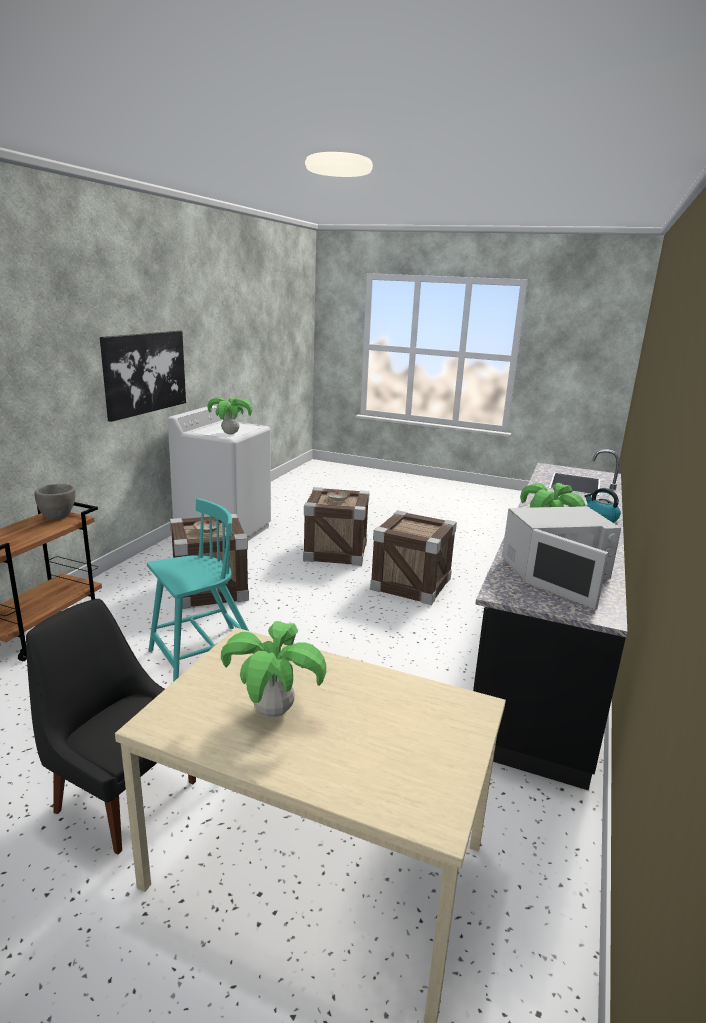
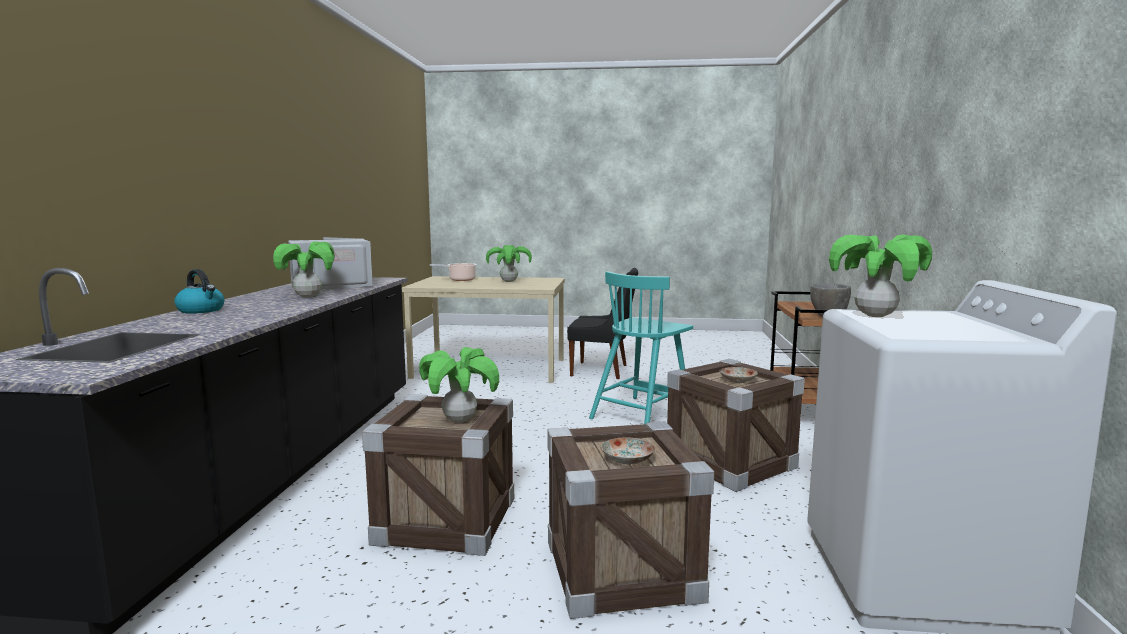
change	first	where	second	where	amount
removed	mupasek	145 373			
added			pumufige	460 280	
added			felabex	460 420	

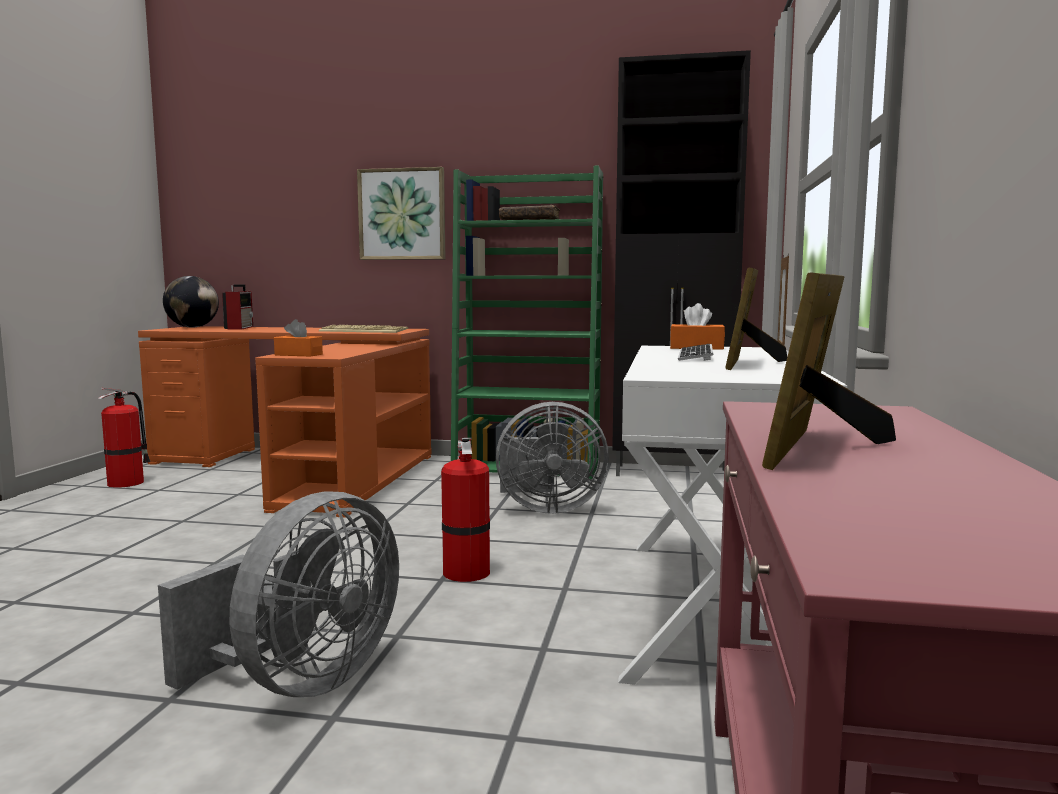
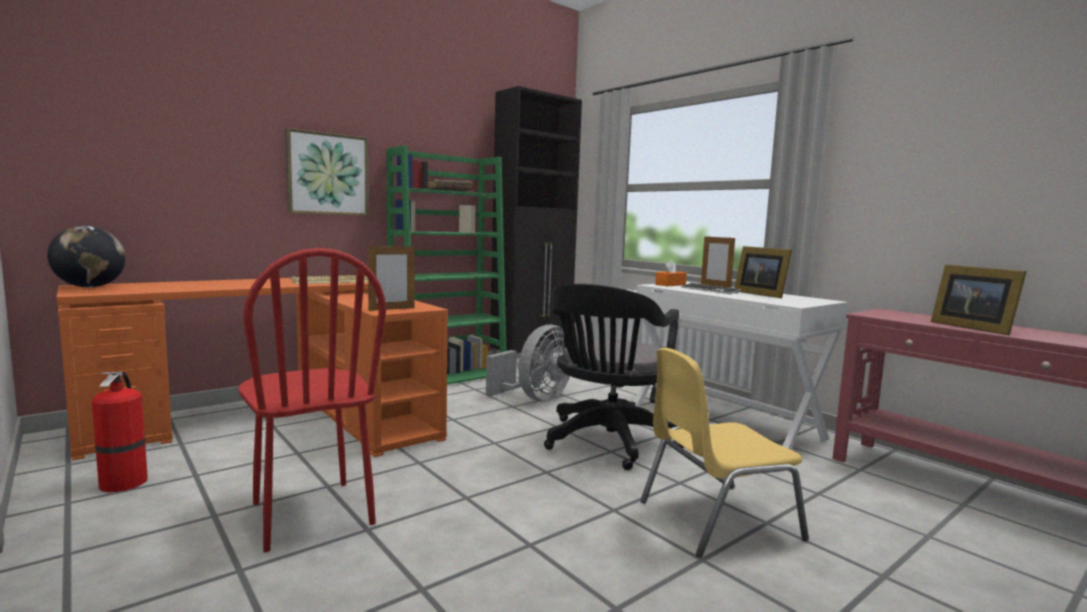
change	first	where	second	where	amount
removed	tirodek	240 328			
replaced	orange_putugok	298 355	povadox	391 309	
replaced	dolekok	466 571	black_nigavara	607 443	
replaced	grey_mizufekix	301 682	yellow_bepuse	715 519	
added			red_bepuse	311 514	

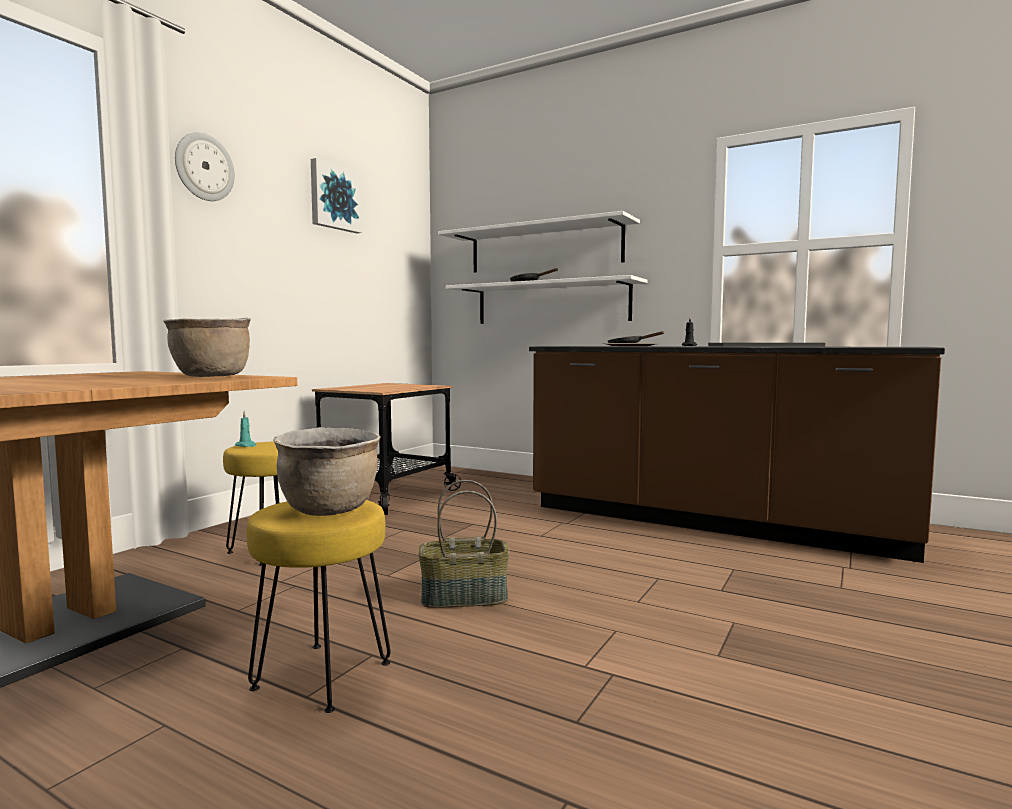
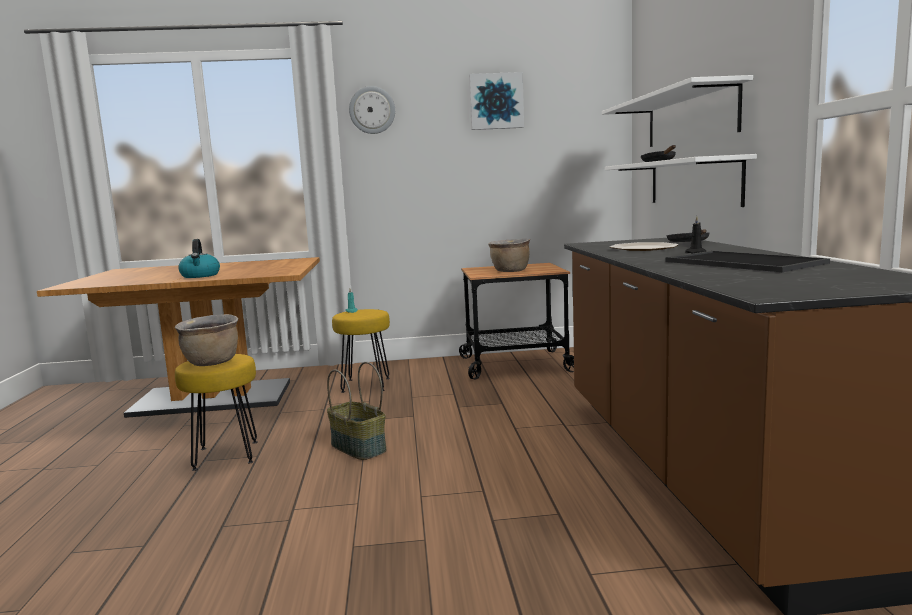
change	first	where	second	where	amount
moved	brown_pumufige	211 377		510 271	
added			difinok	200 276	

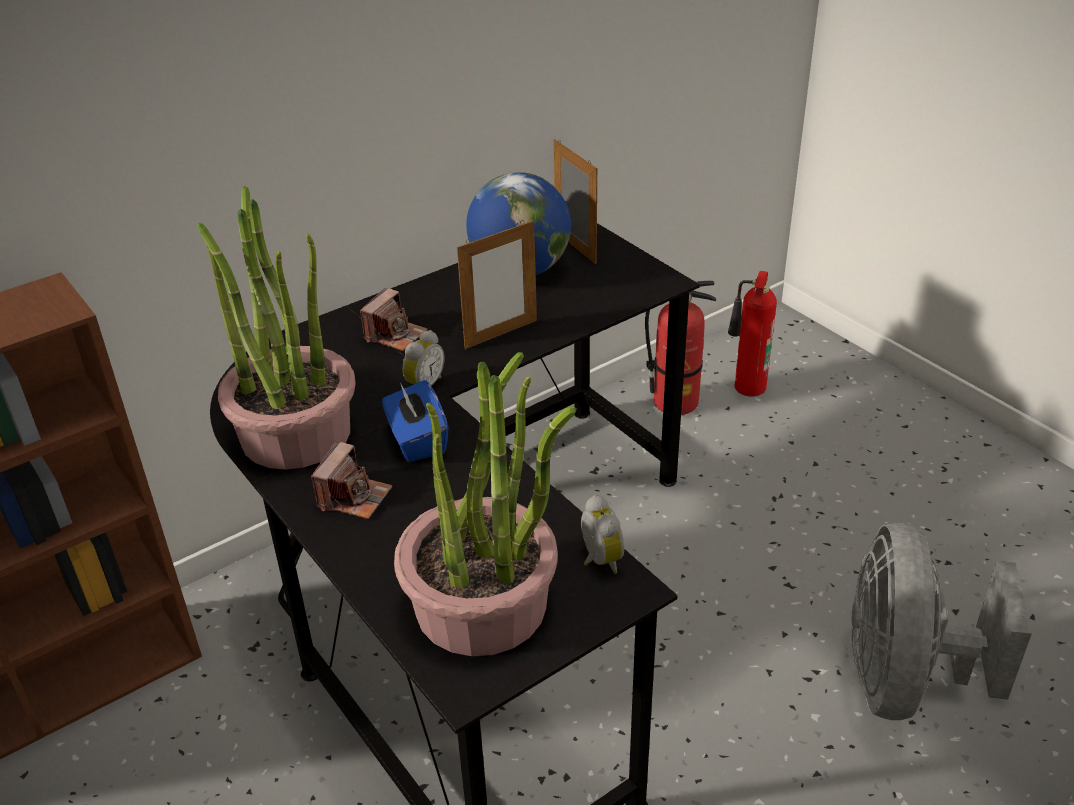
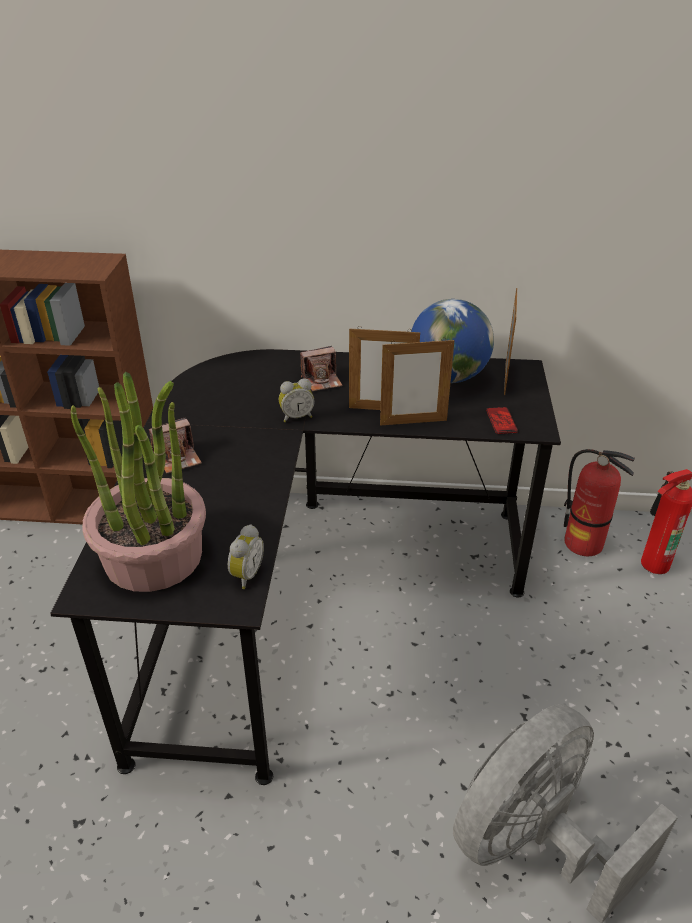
change	first	where	second	where	amount
removed	felabex	295 432			
removed	blue_putugok	417 440			
added			povadox	413 422	
added			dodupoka	501 421	

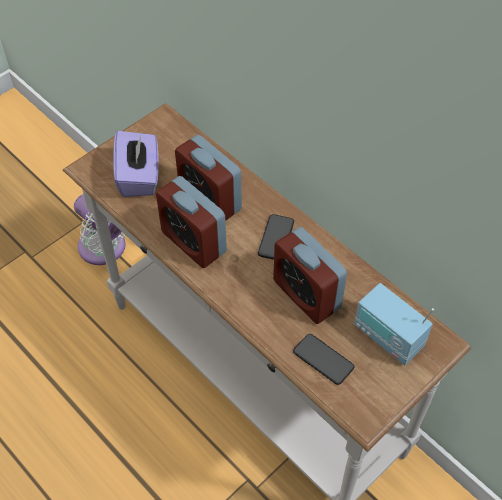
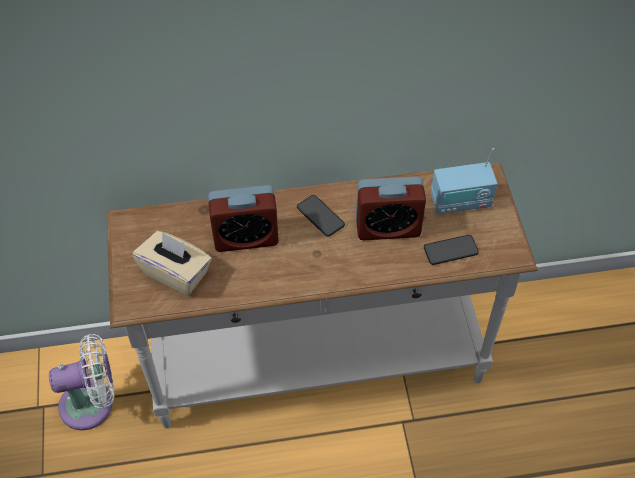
change	first	where	second	where	amount
recoloured	purple_putugok	139 177	beige_putugok	176 273	
removed	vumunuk	193 242			

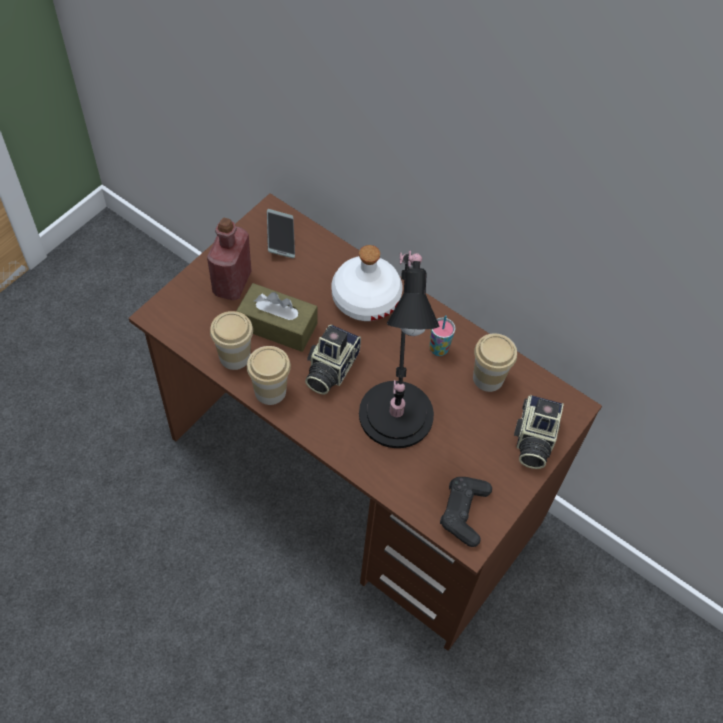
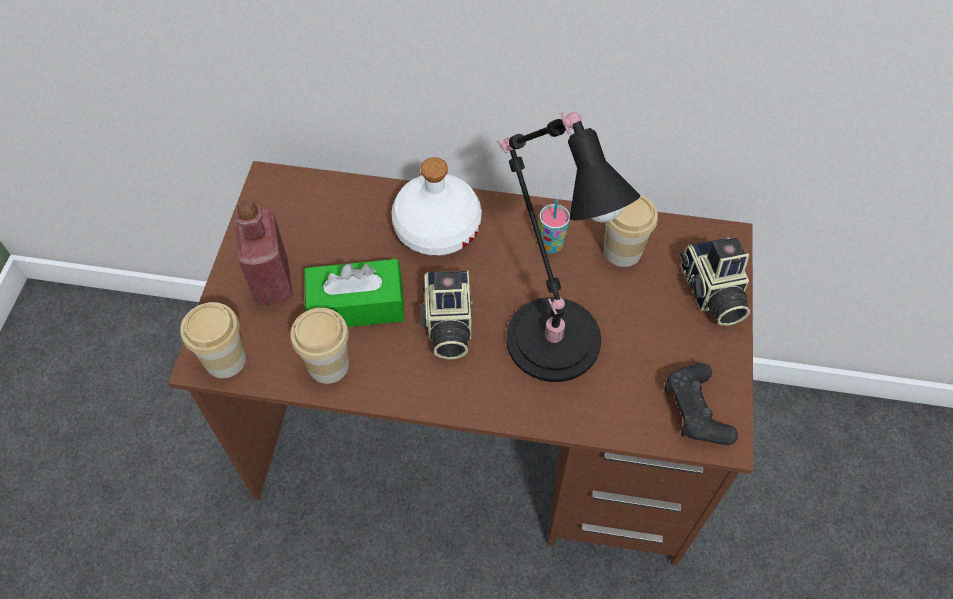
change	first	where	second	where	amount
removed	dodupoka	281 237			
recoloured	brown_putugok	277 326	green_putugok	357 305	
moved	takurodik	270 391		225 360	

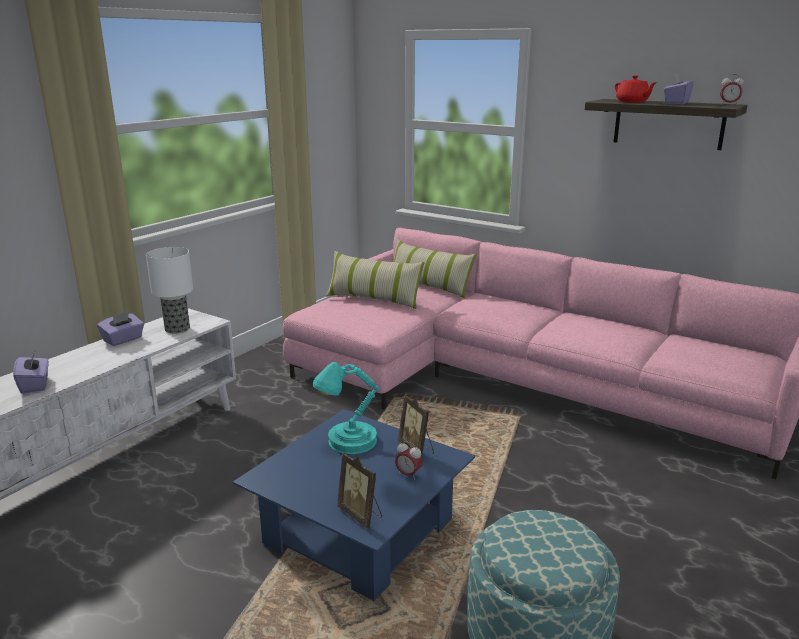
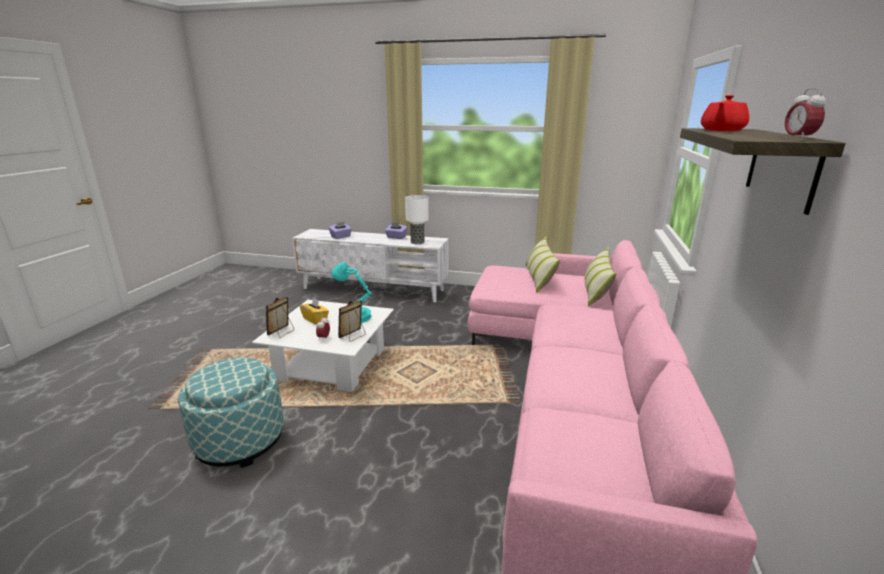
change	first	where	second	where	amount
removed	purple_putugok	676 103			
recoloured	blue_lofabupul	359 532	white_lofabupul	332 364	
added			yellow_putugok	315 319	

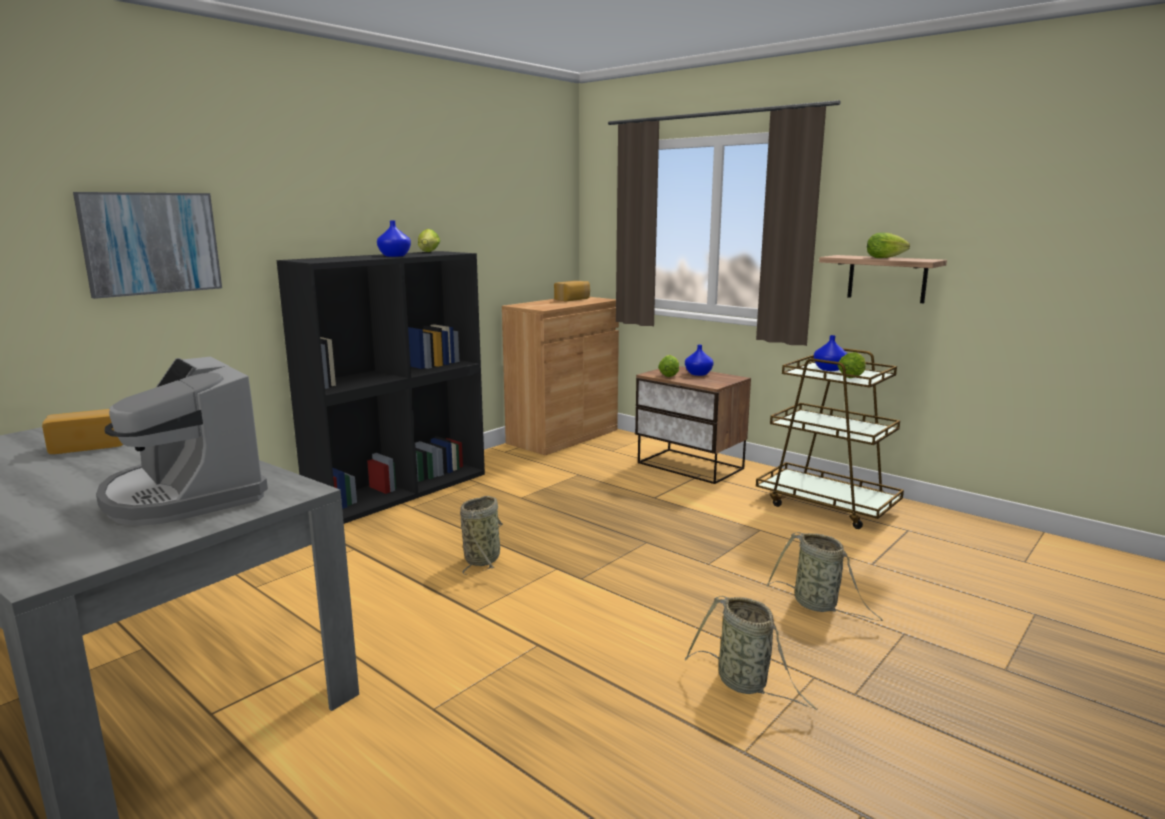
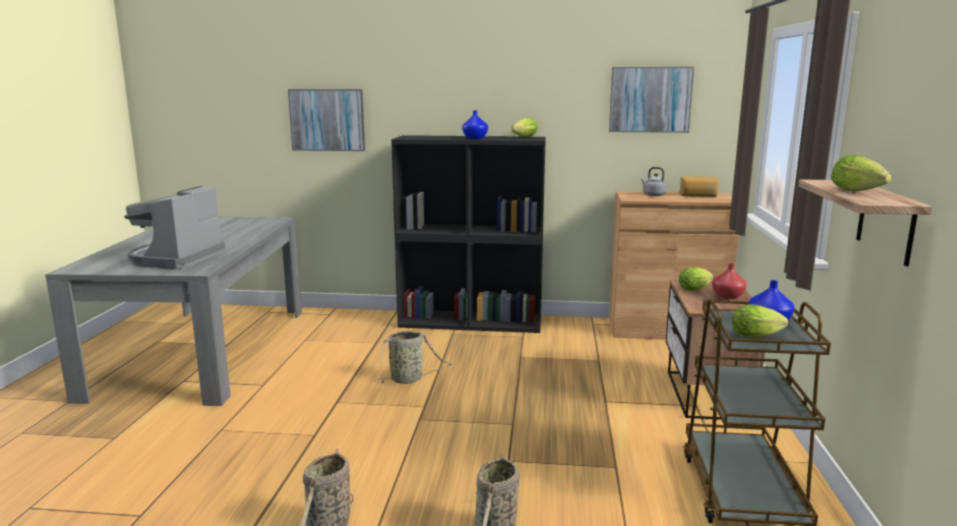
change	first	where	second	where	amount
recoloured	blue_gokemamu	698 374	red_gokemamu	727 296	
removed	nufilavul	89 445			
added			mupasek	650 99	
added			grey_difinok	653 195	

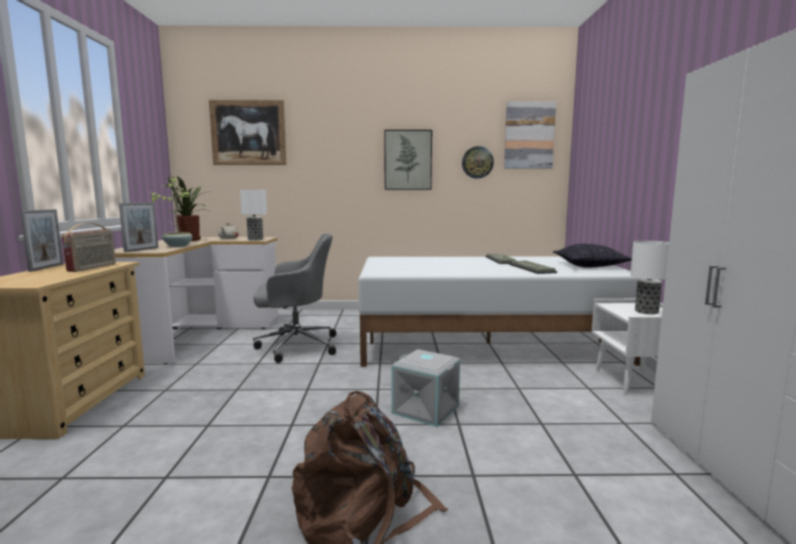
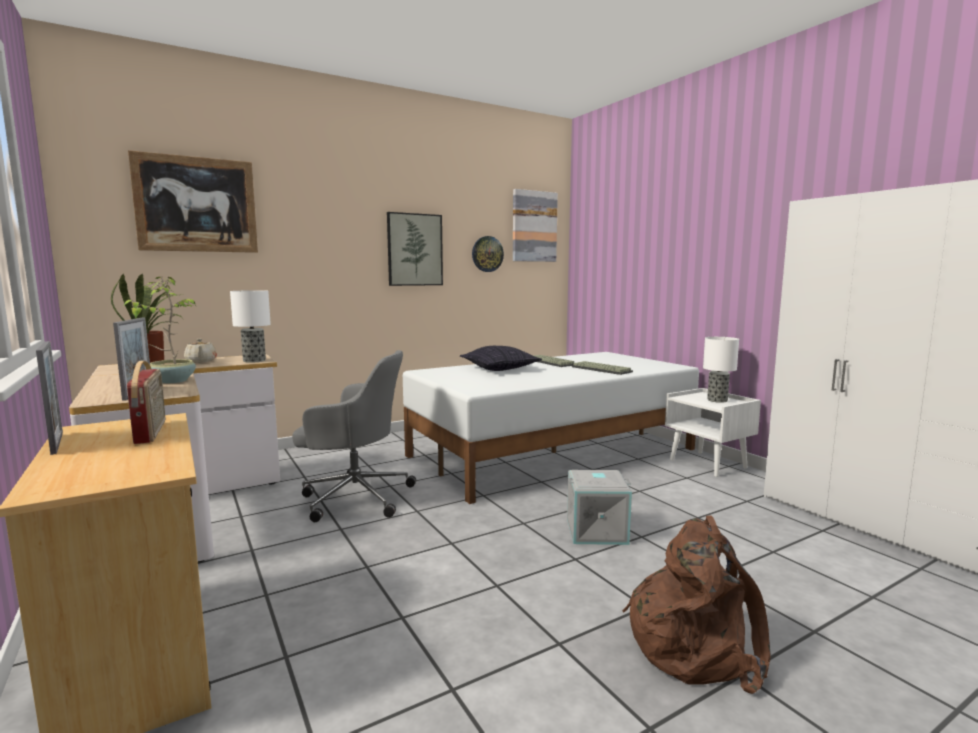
change	first	where	second	where	amount
turned	grey_nigavara	295 346		354 497	45 degrees clockwise
moved	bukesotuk	590 266		500 369	

